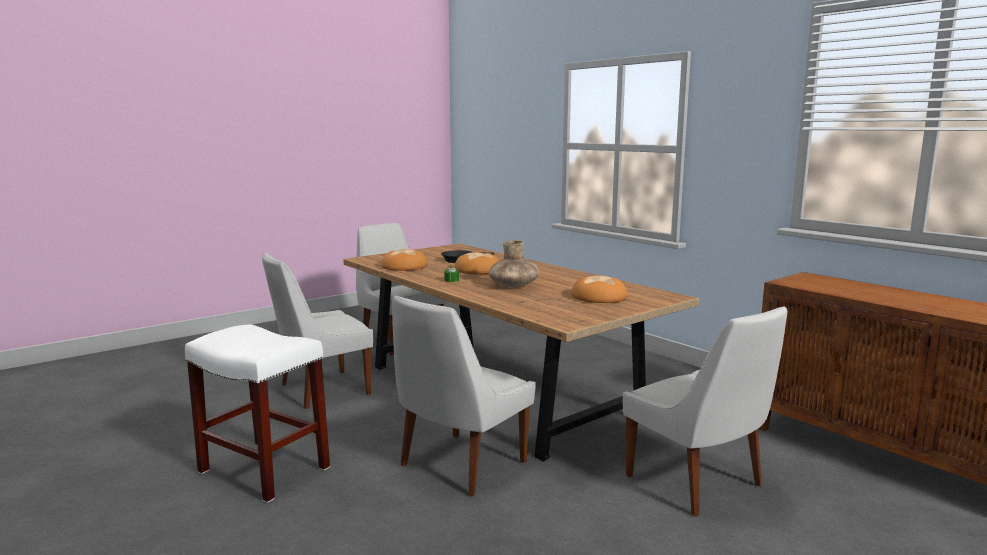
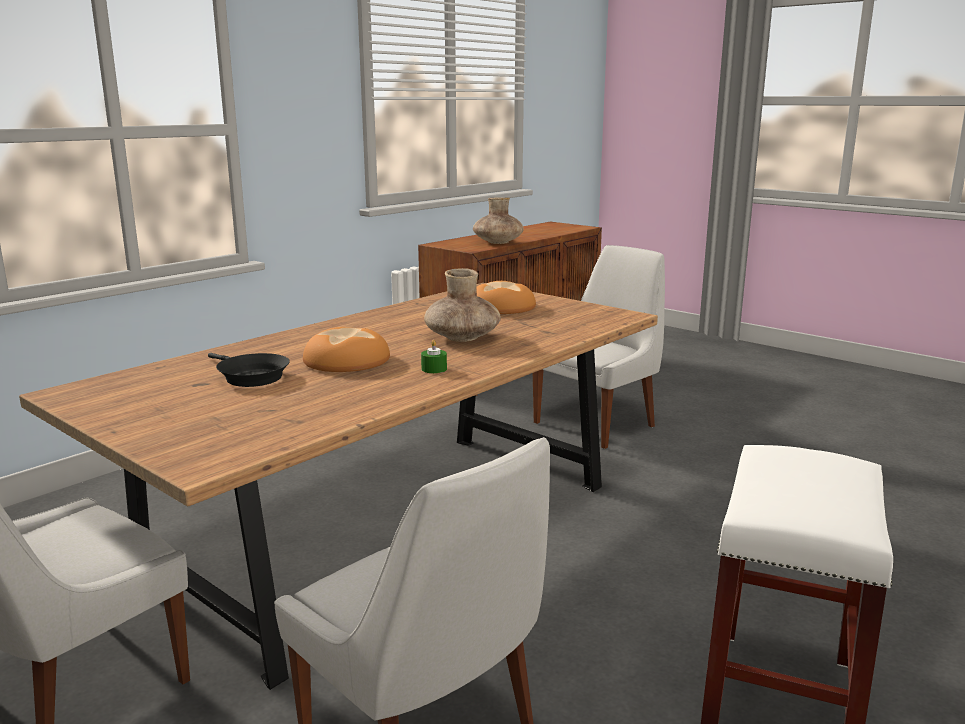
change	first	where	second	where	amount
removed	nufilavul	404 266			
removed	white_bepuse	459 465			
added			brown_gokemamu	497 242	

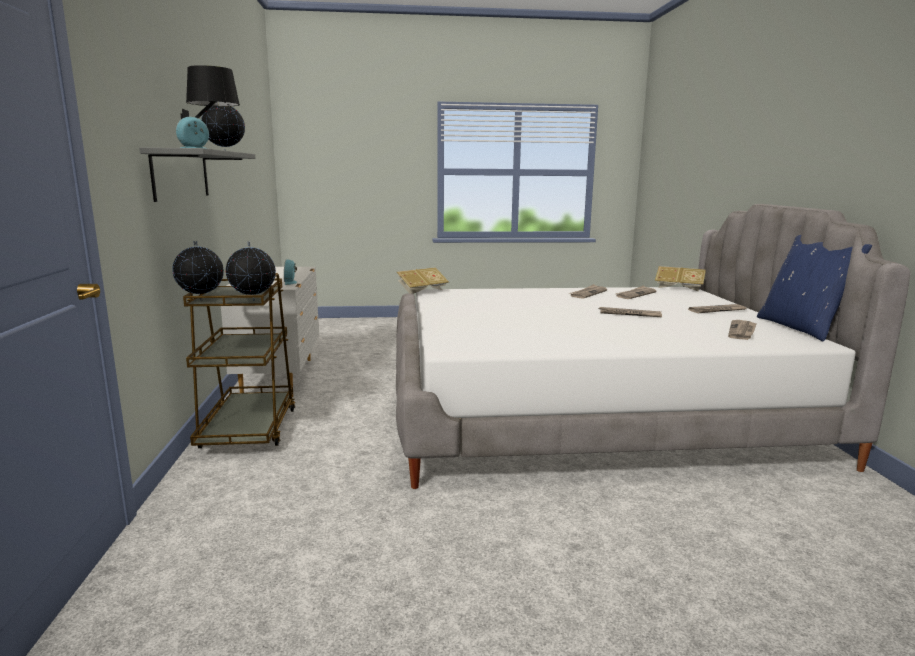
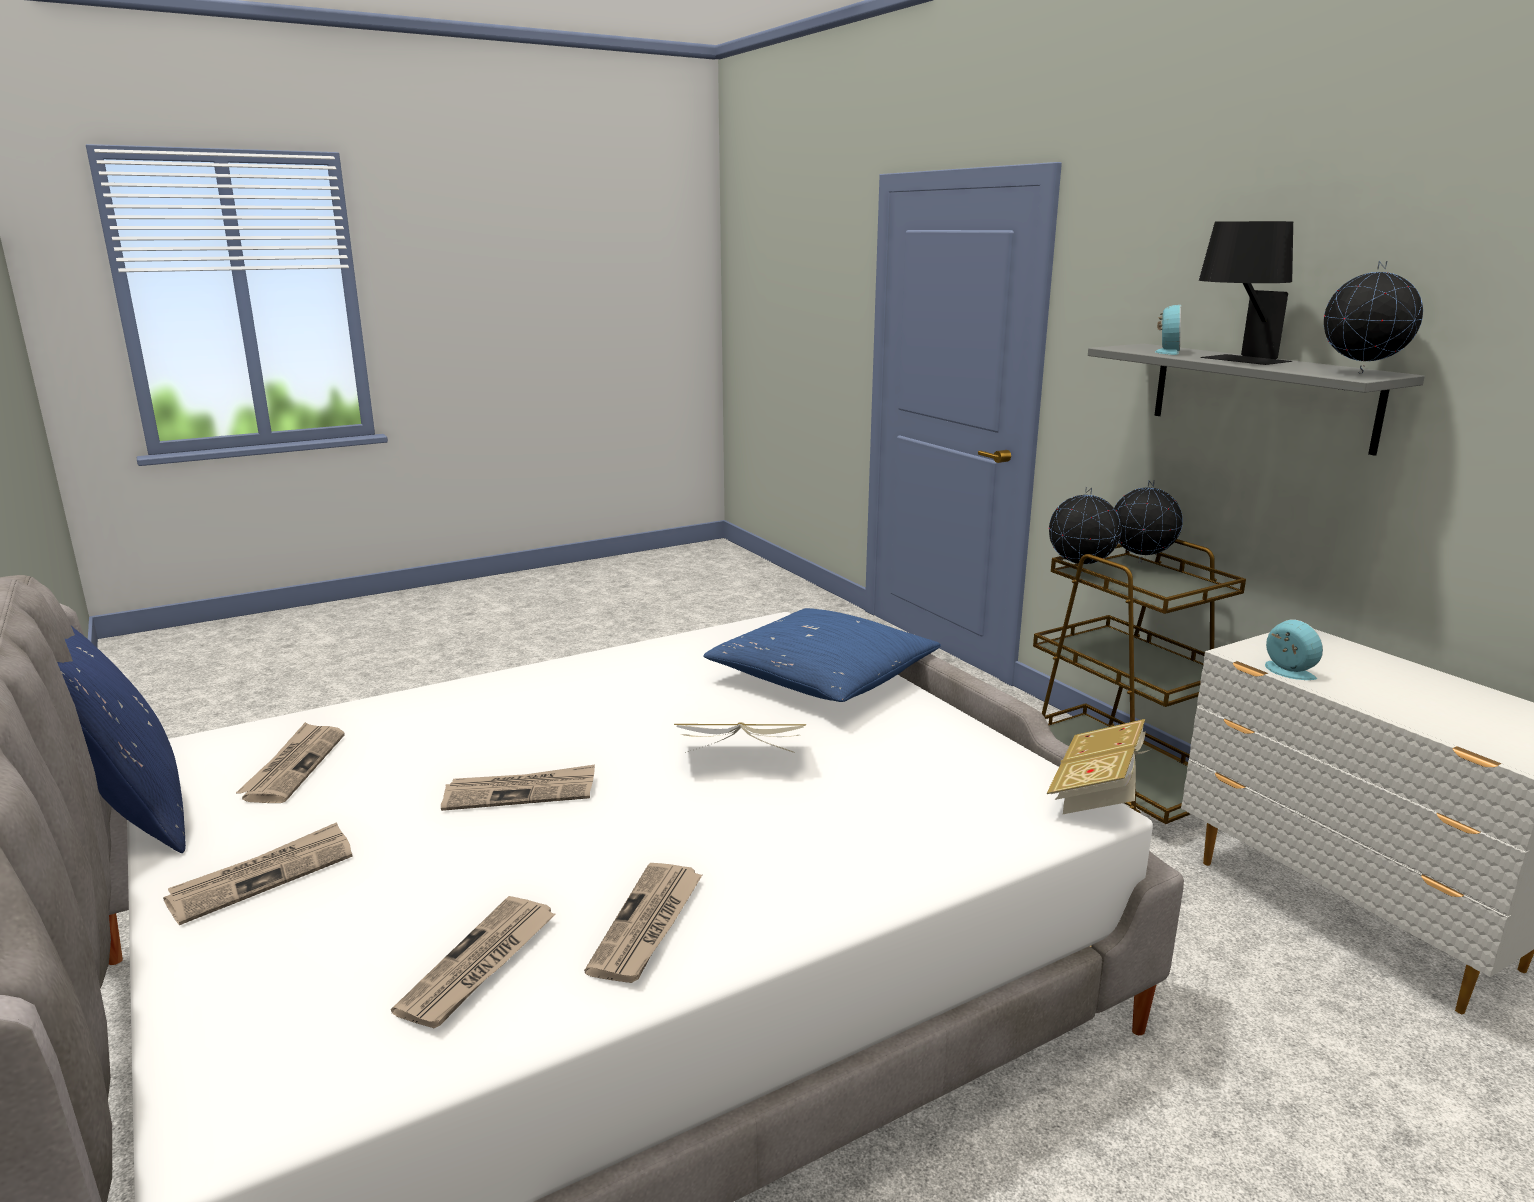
change	first	where	second	where	amount
moved	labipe	679 288		741 761	
added			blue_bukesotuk	822 678	

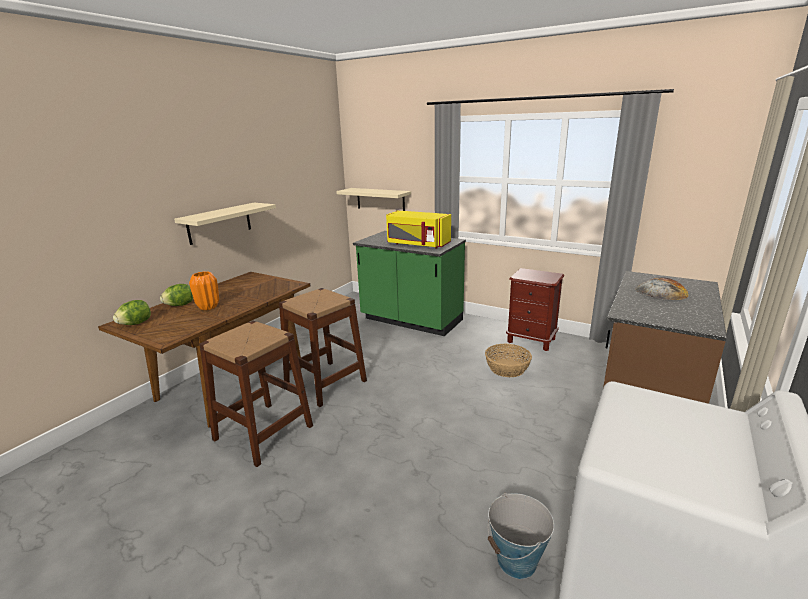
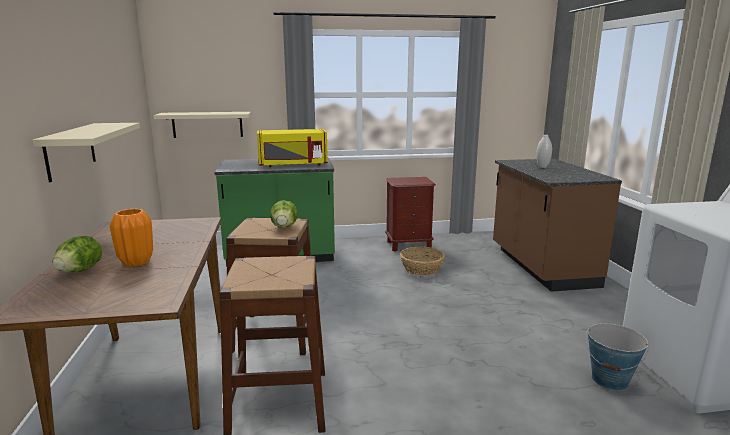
change	first	where	second	where	amount
replaced	nufilavul	661 292	white_gokemamu	542 167	
moved	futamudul	135 324		284 227	

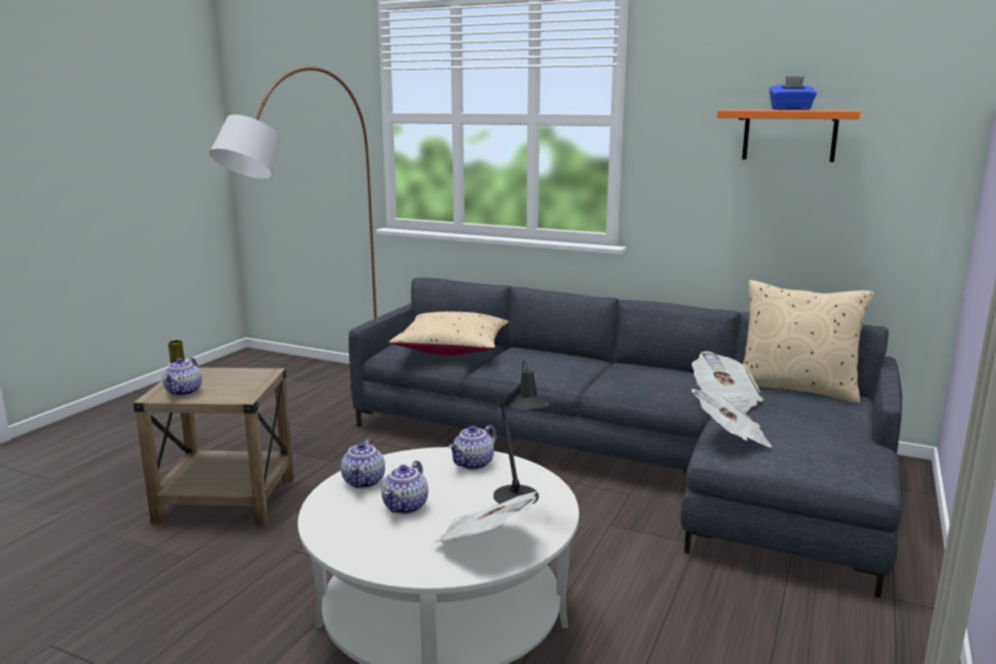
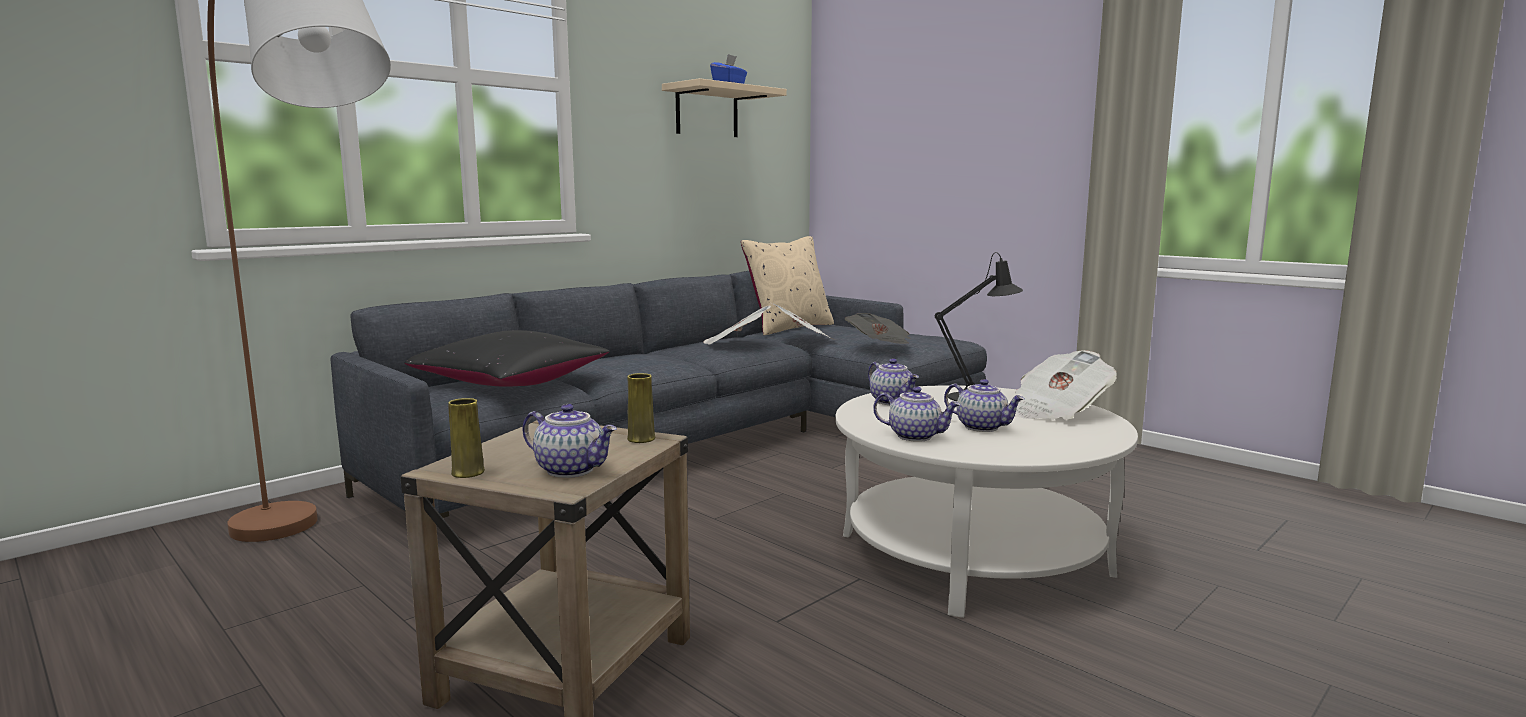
change	first	where	second	where	amount
recoloured	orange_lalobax	789 135	beige_lalobax	707 112	
recoloured	beige_bukesotuk	452 348	black_bukesotuk	511 382	
added			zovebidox	735 344	
added			yellow_gokemamu	641 439	

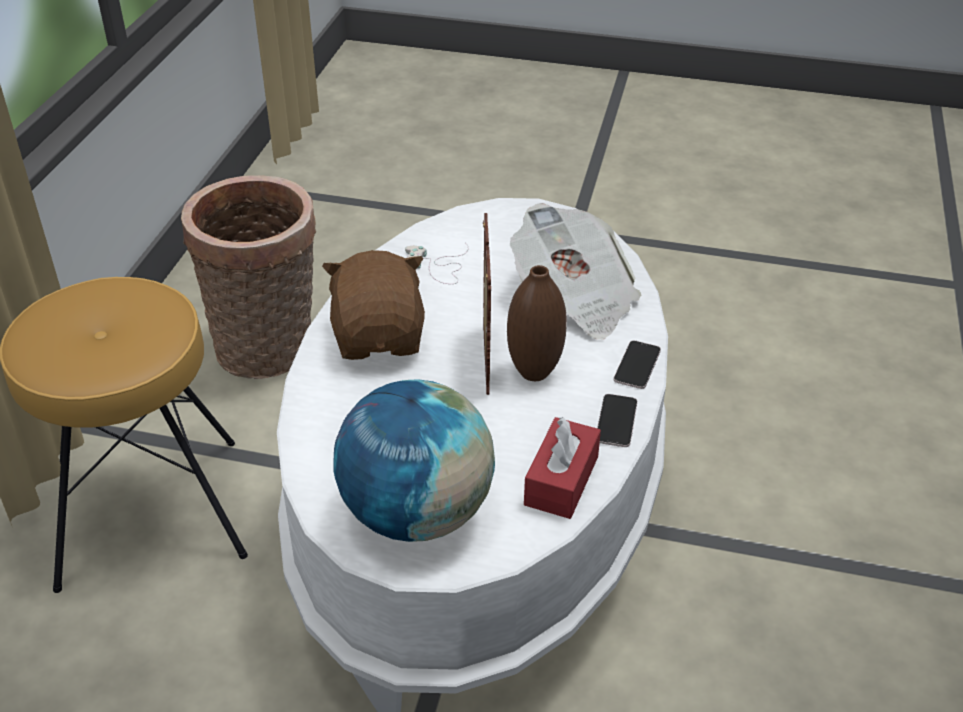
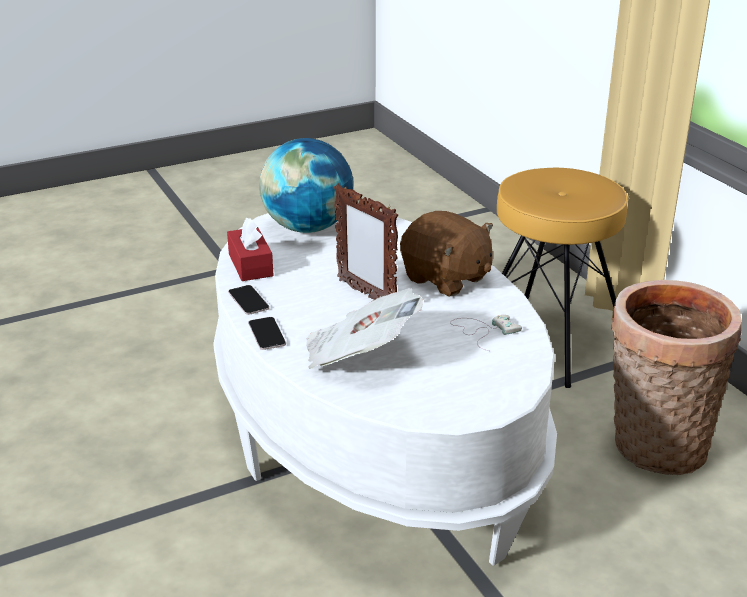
change	first	where	second	where	amount
removed	brown_gokemamu	534 372			

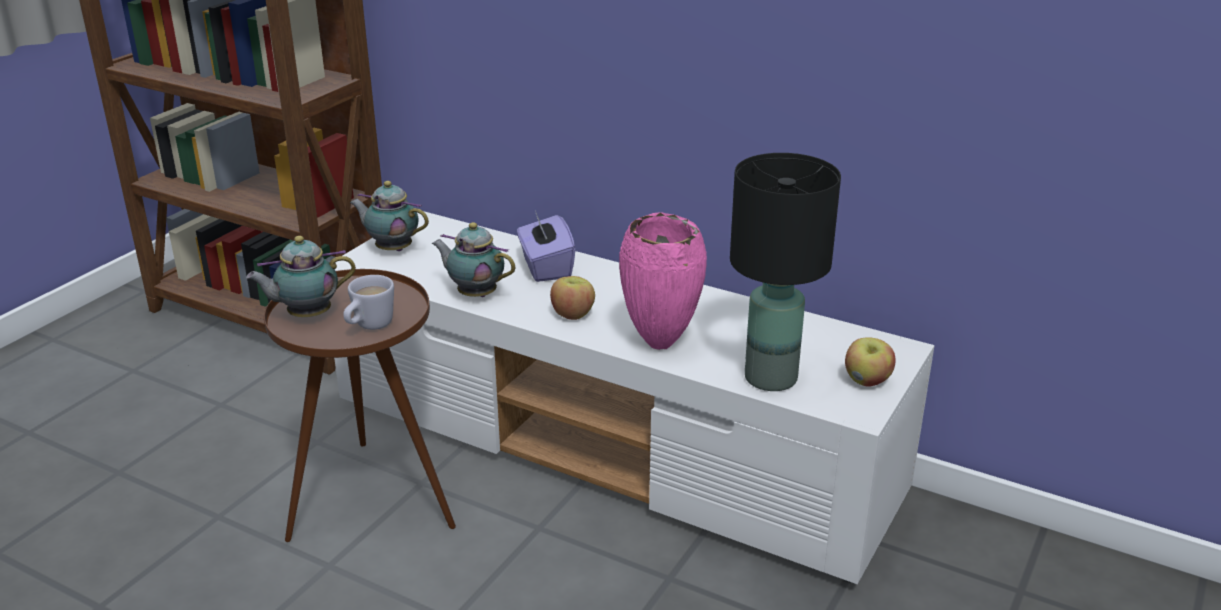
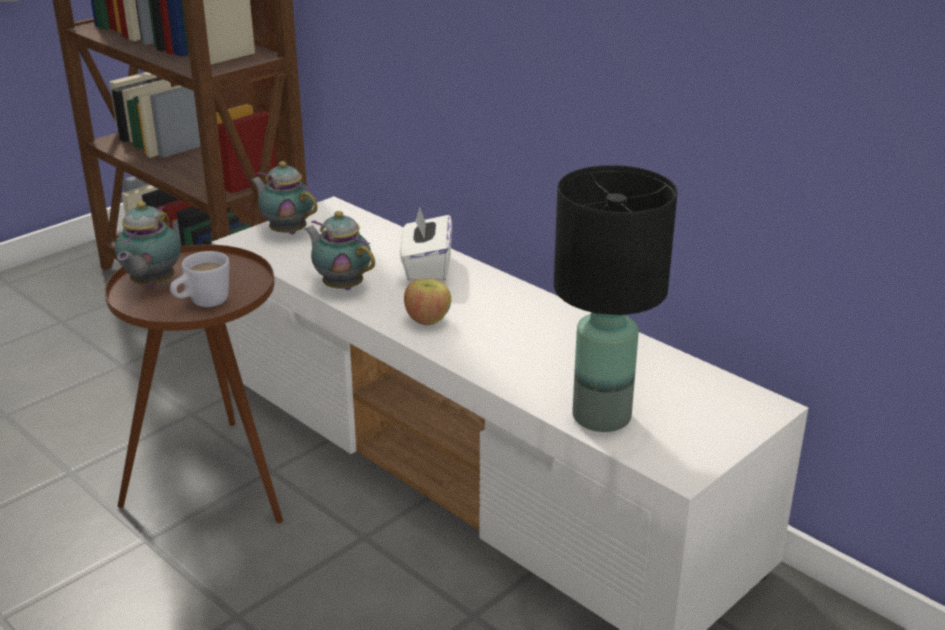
change	first	where	second	where	amount
recoloured	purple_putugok	546 267	white_putugok	426 268	
removed	pink_gokemamu	662 344			
turned	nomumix	306 315		151 284	75 degrees counterclockwise
removed	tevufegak	867 381			

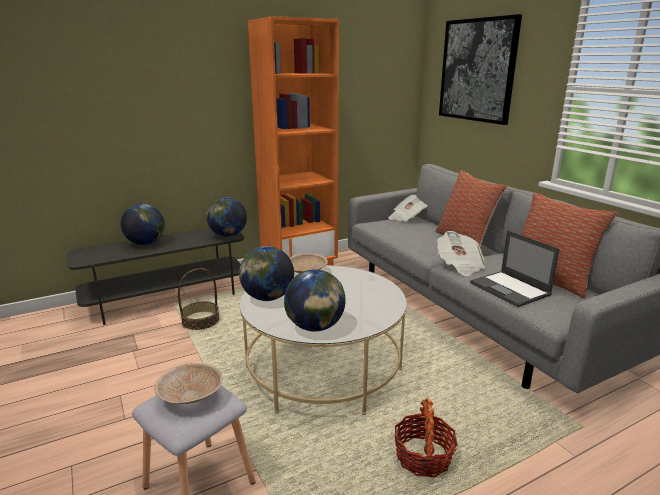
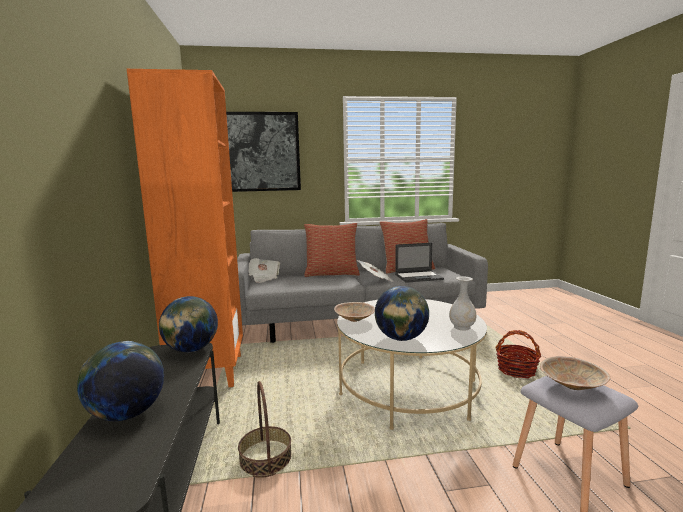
change	first	where	second	where	amount
replaced	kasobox	315 327	white_gokemamu	462 327	

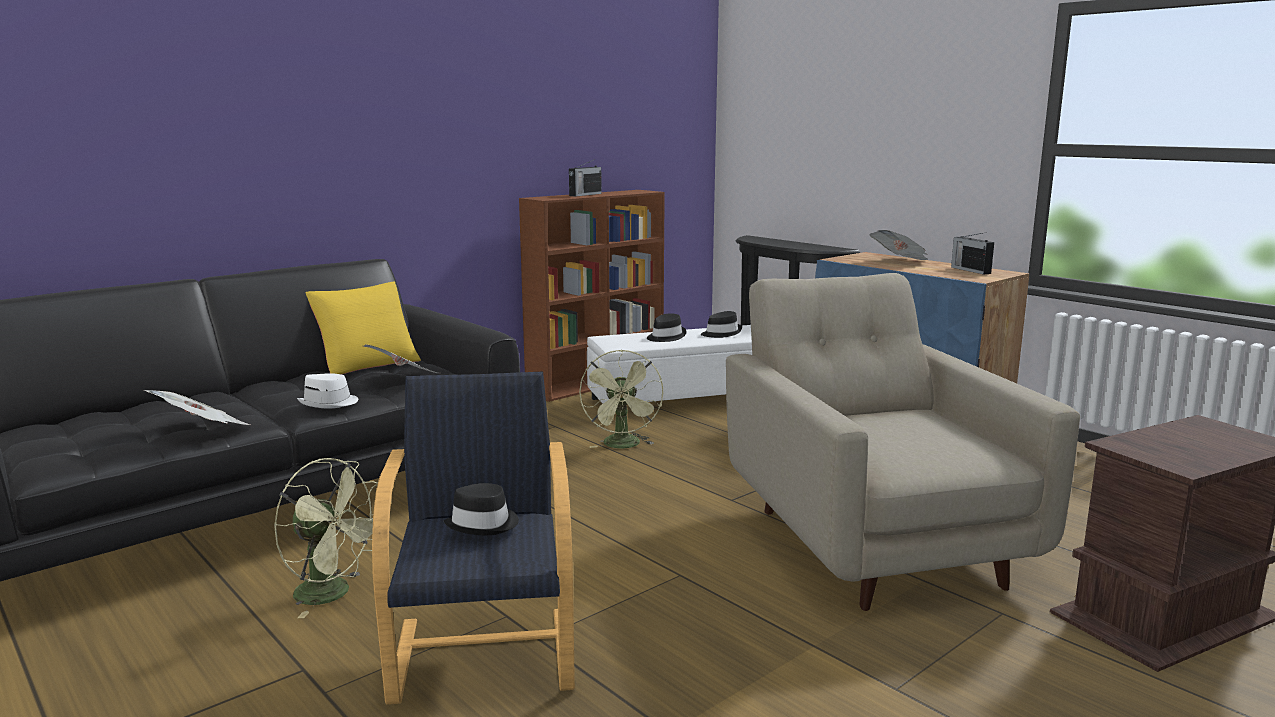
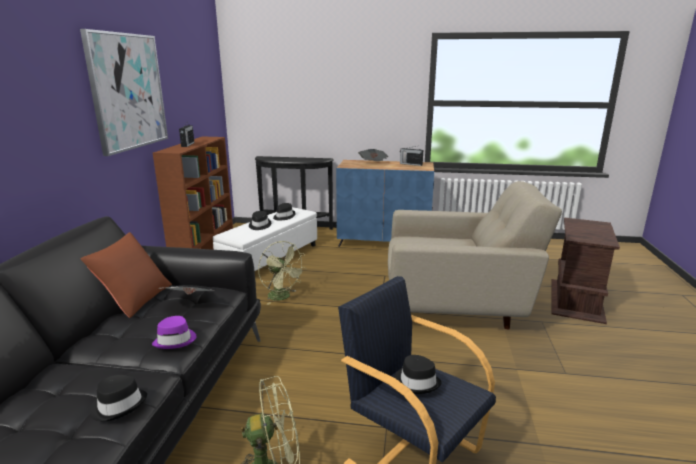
change	first	where	second	where	amount
turned	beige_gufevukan	869 539		457 307	150 degrees clockwise
recoloured	yellow_bukesotuk	367 363	brown_bukesotuk	134 298	
recoloured	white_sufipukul	329 403	purple_sufipukul	175 340	
replaced	zovebidox	202 430	black_sufipukul	119 405	
added			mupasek	128 91	

